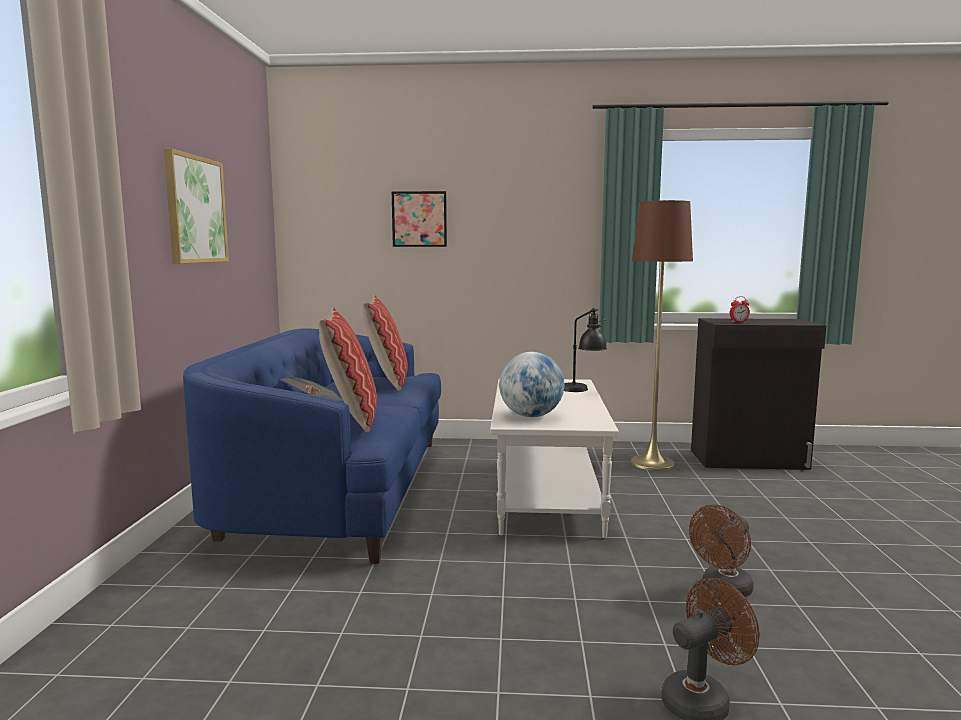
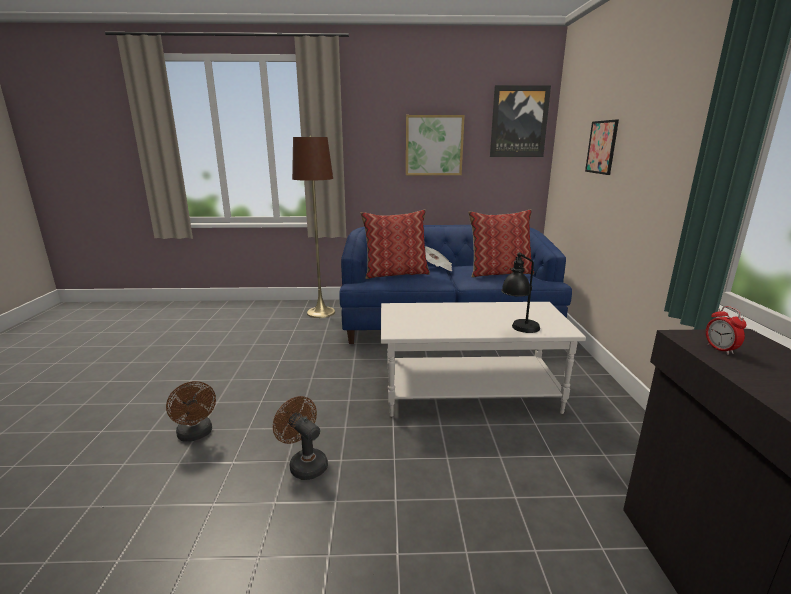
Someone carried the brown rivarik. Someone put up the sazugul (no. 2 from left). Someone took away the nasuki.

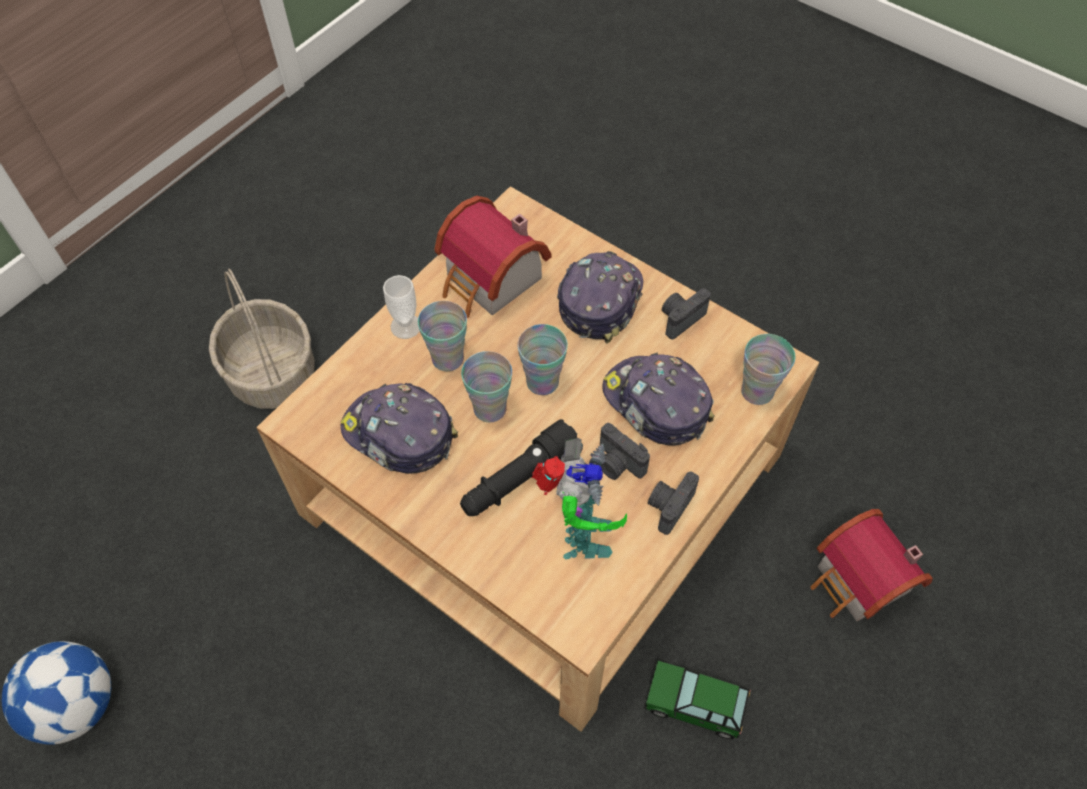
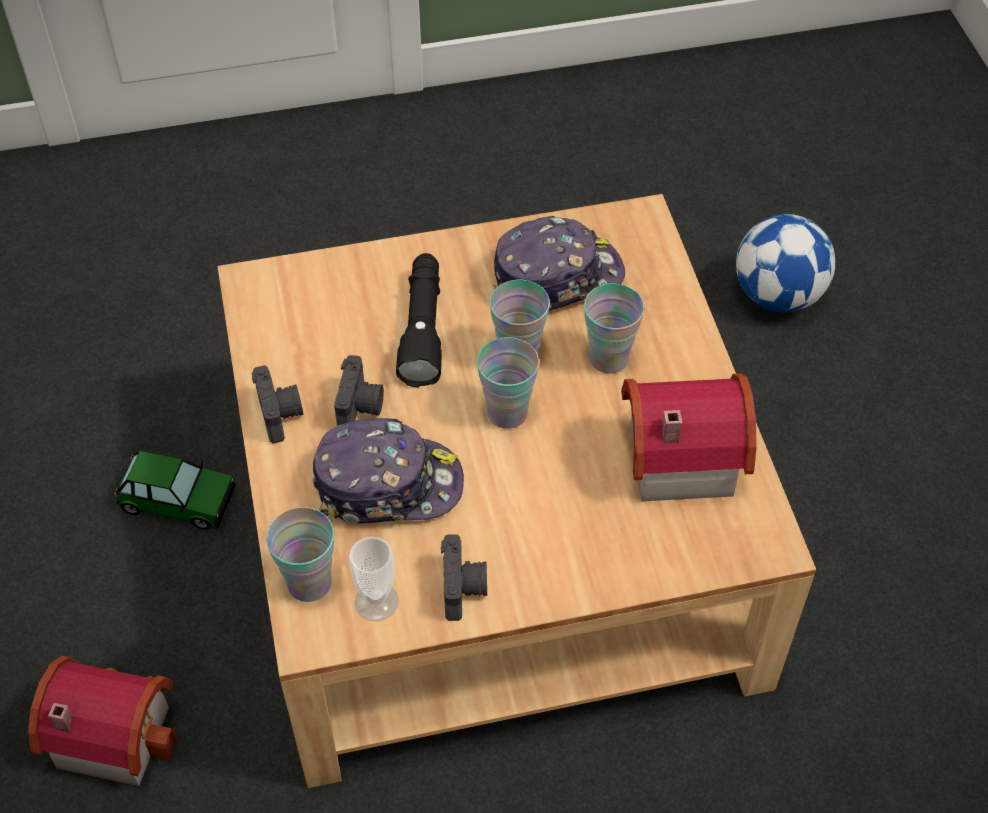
Someone rotated the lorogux by 45 degrees clockwise. Someone rotated the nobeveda (no. 1 from left in the first image) by 105 degrees clockwise. Someone carried the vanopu (no. 1 from left in the first image). Someone carried the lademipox. Someone took away the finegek. Someone took away the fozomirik. Someone took away the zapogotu (no. 2 from left).

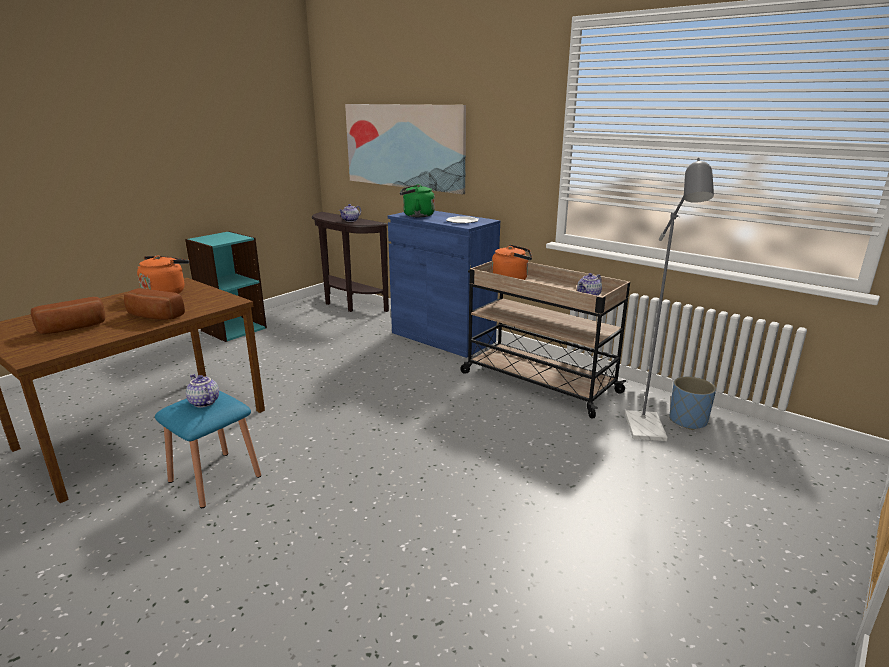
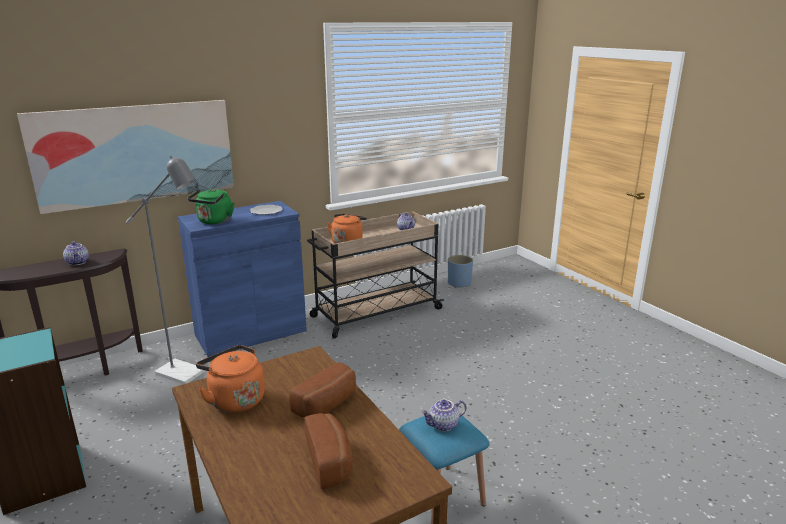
Someone carried the grey rivarik.

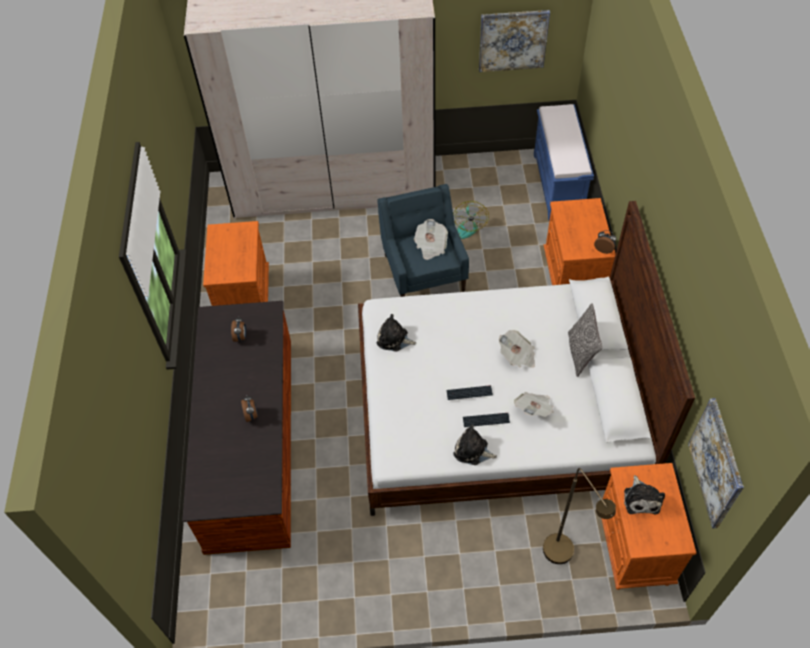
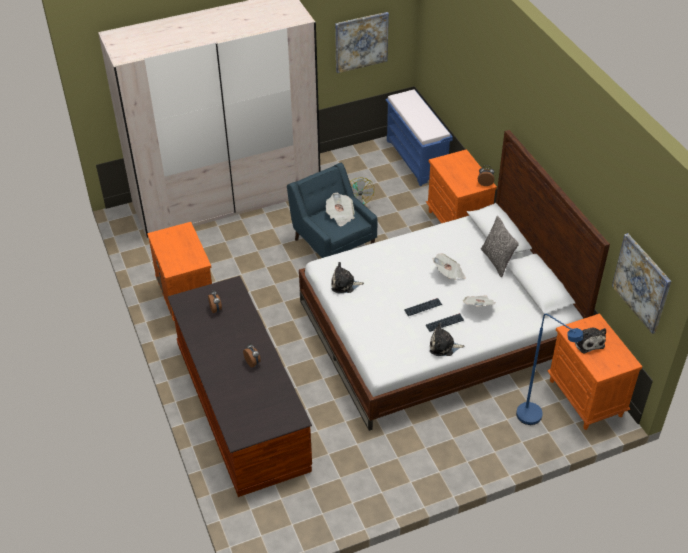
Someone repainted the brown rivarik, which became the blue rivarik.

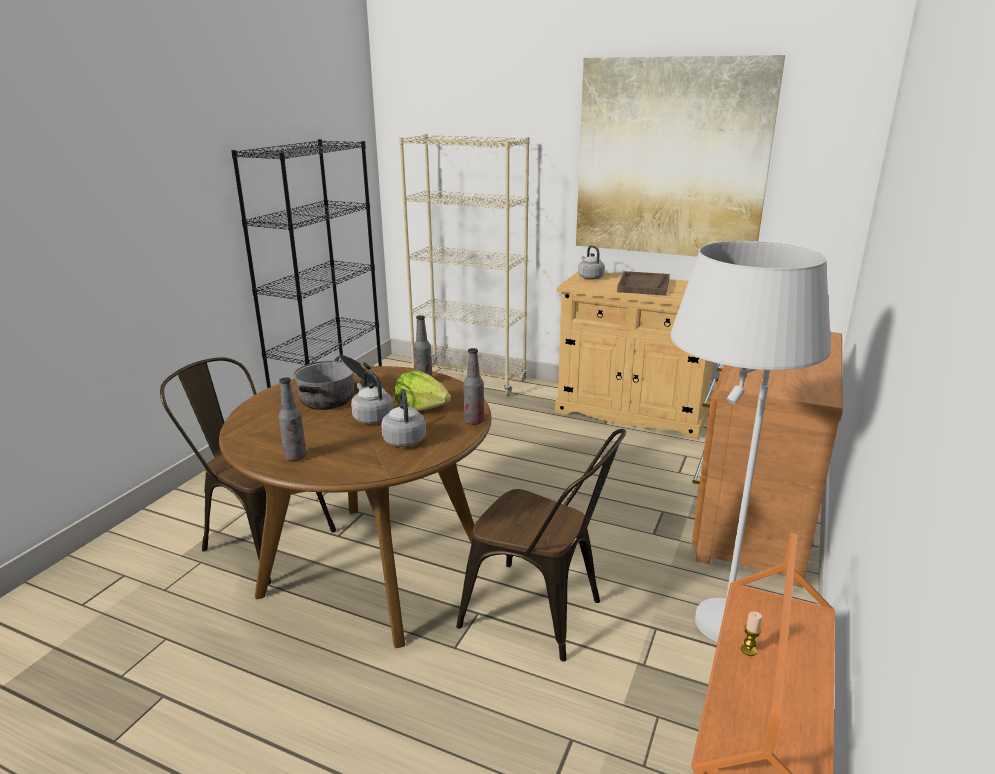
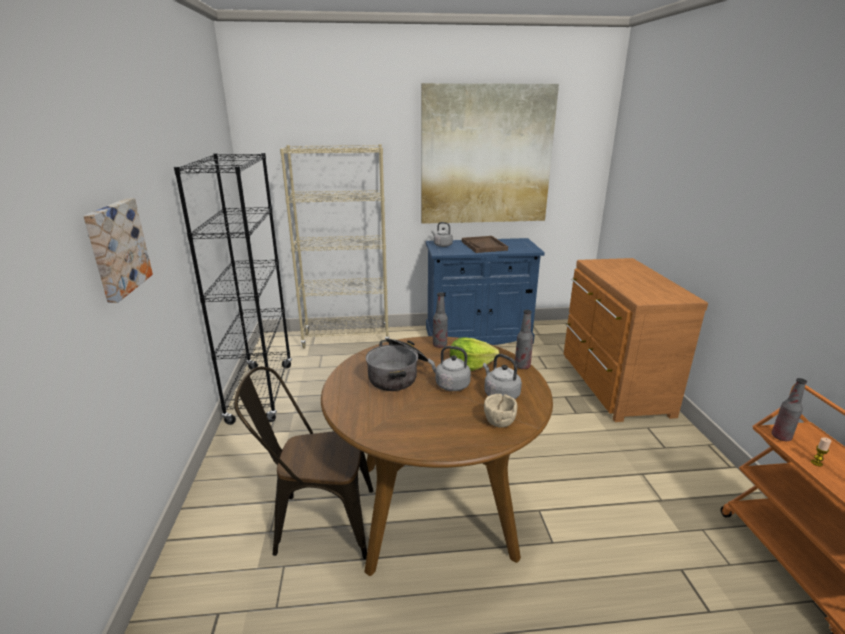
Someone put up the sazugul (no. 1 from left). Someone repainted the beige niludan, which became the blue niludan. Someone put down the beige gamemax. Someone carried the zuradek (no. 1 from left in the first image). Someone took away the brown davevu (no. 2 from left). Someone took away the white rivarik.

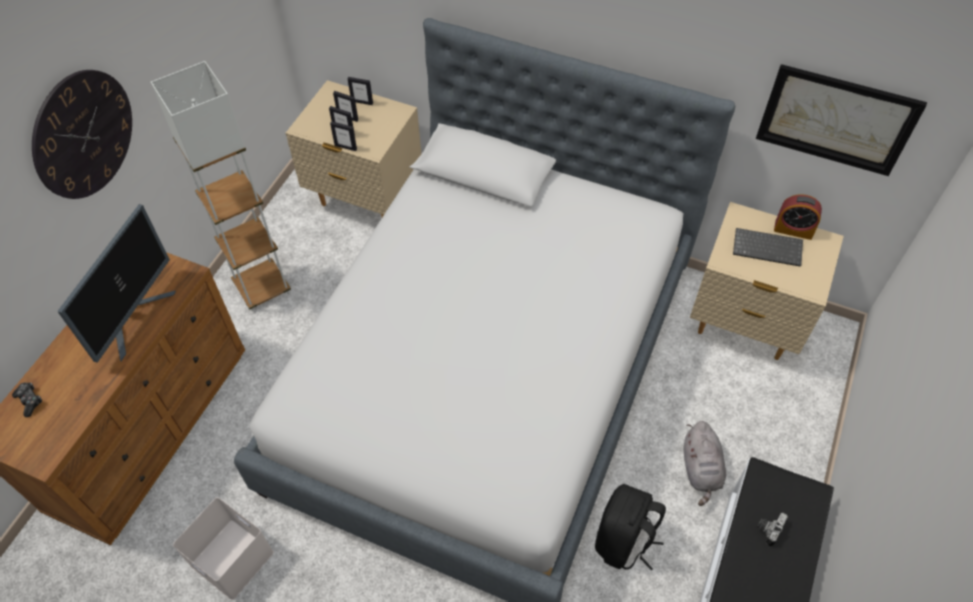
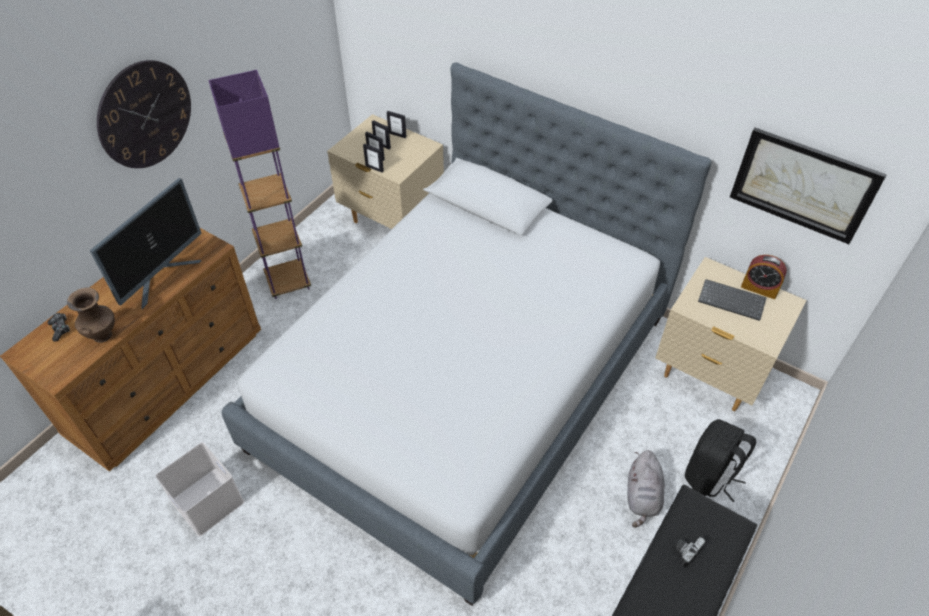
Someone put down the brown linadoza. Someone repainted the white rivarik, which became the purple rivarik. Someone carried the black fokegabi.

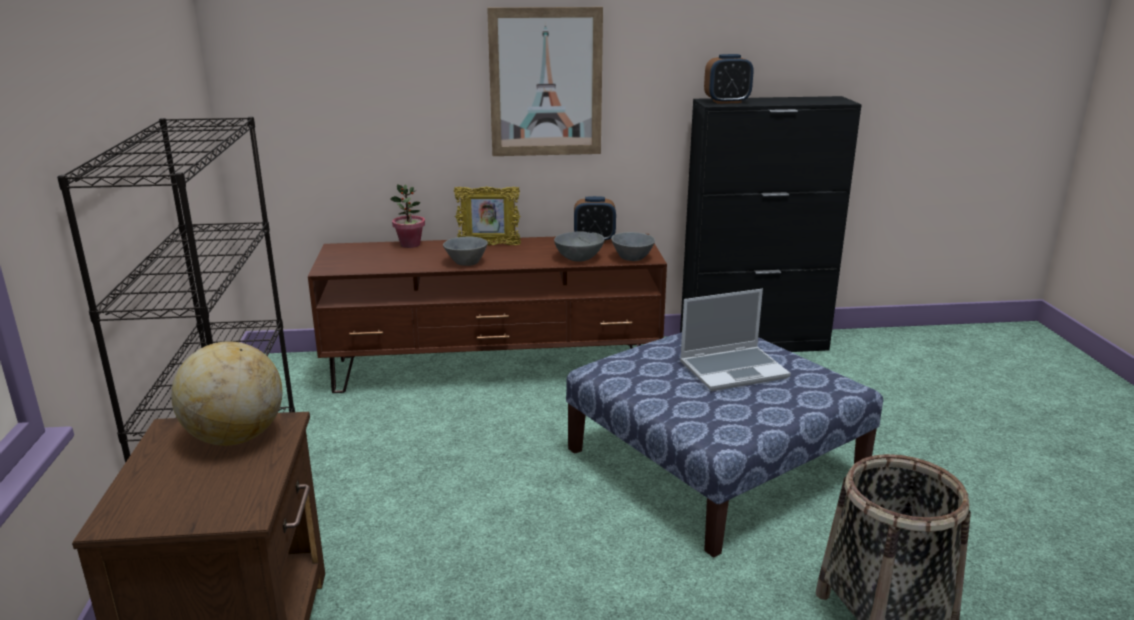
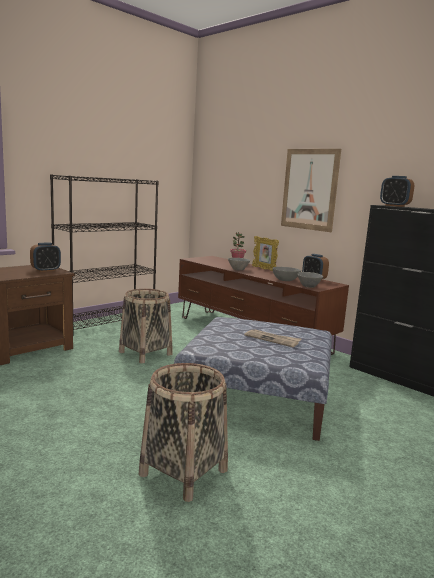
Someone swapped the nasuki for the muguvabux (no. 1 from left). Someone put down the finegek (no. 1 from left). Someone swapped the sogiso for the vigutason.

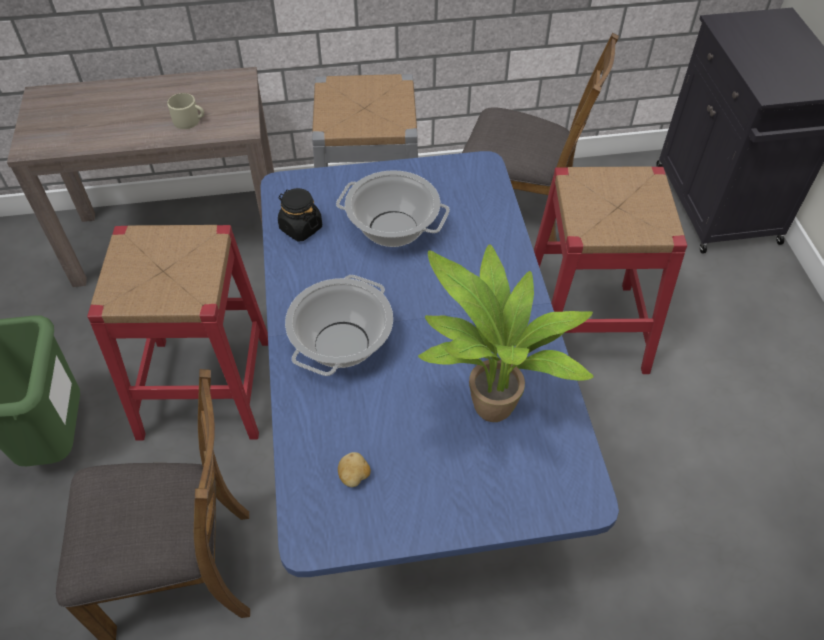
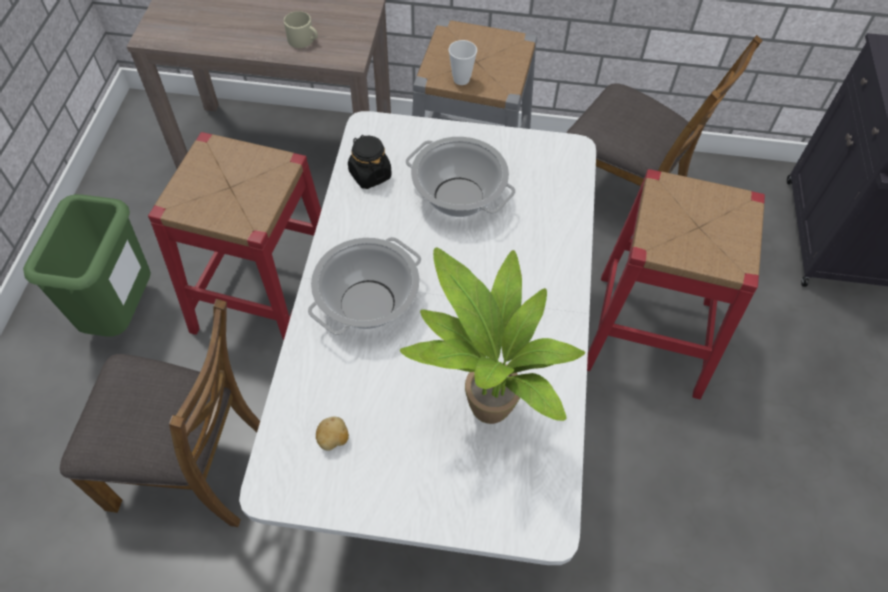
Someone repainted the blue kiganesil, which became the white kiganesil. Someone put down the vanopu.

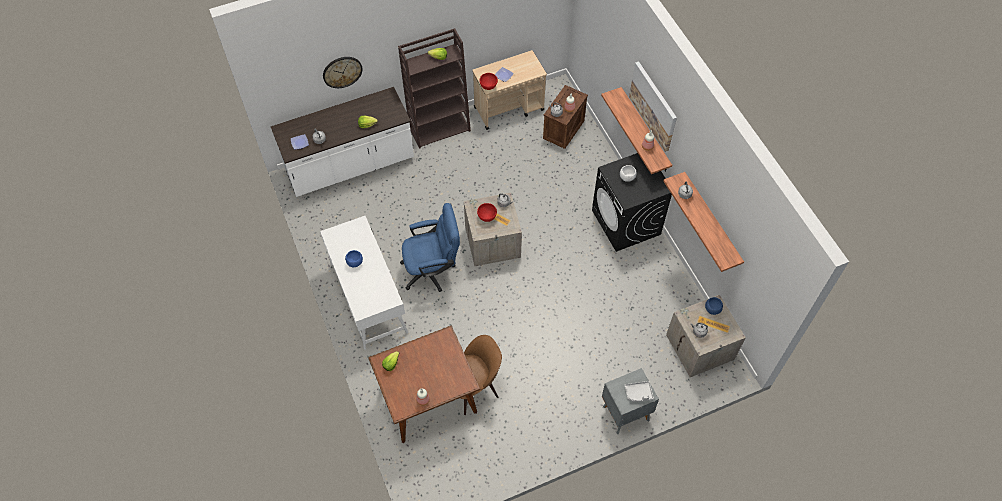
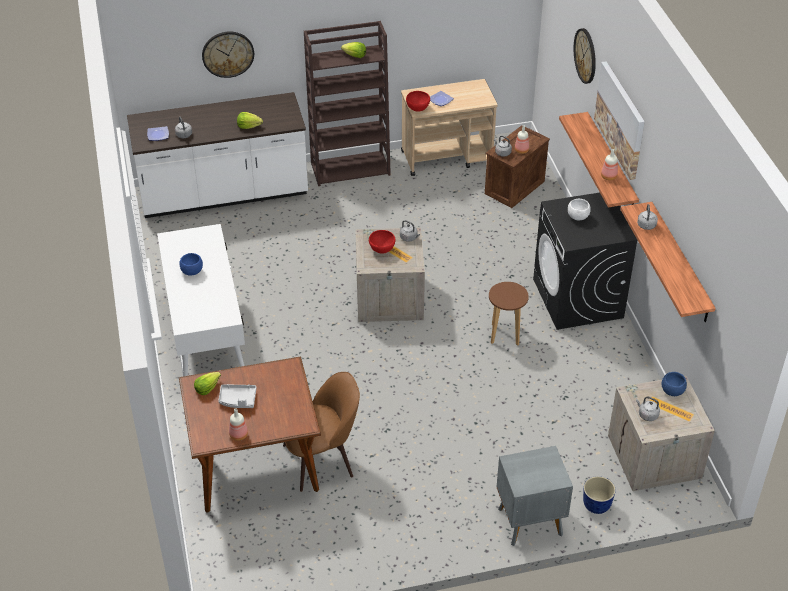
Someone carried the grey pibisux. Someone put down the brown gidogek. Someone put up the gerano (no. 2 from left). Someone put down the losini. Someone took away the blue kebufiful.

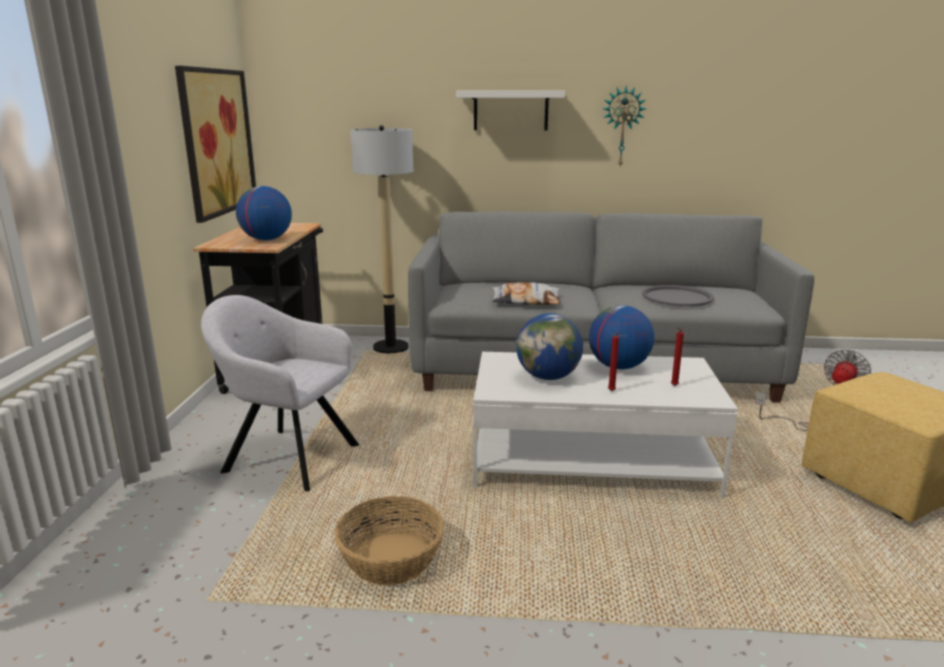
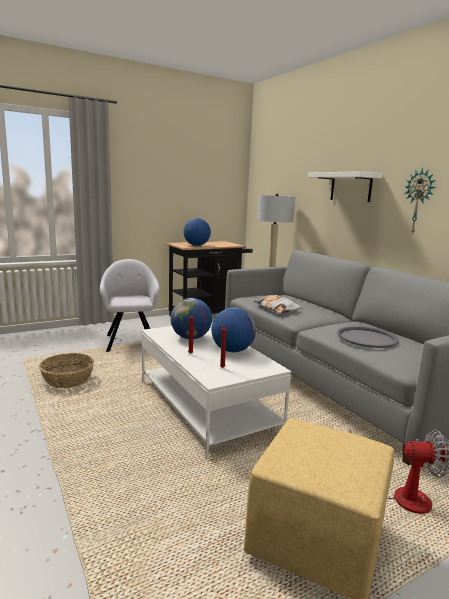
Someone took away the sazugul.

